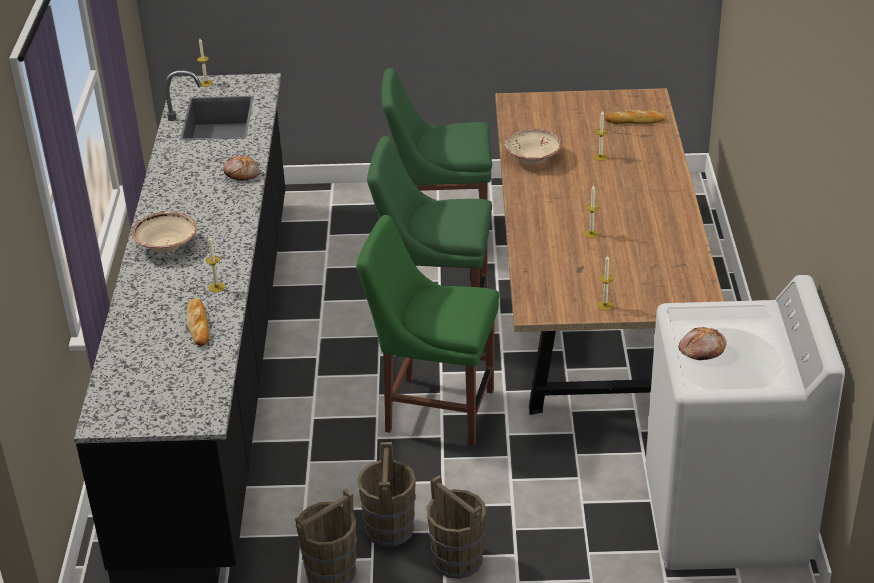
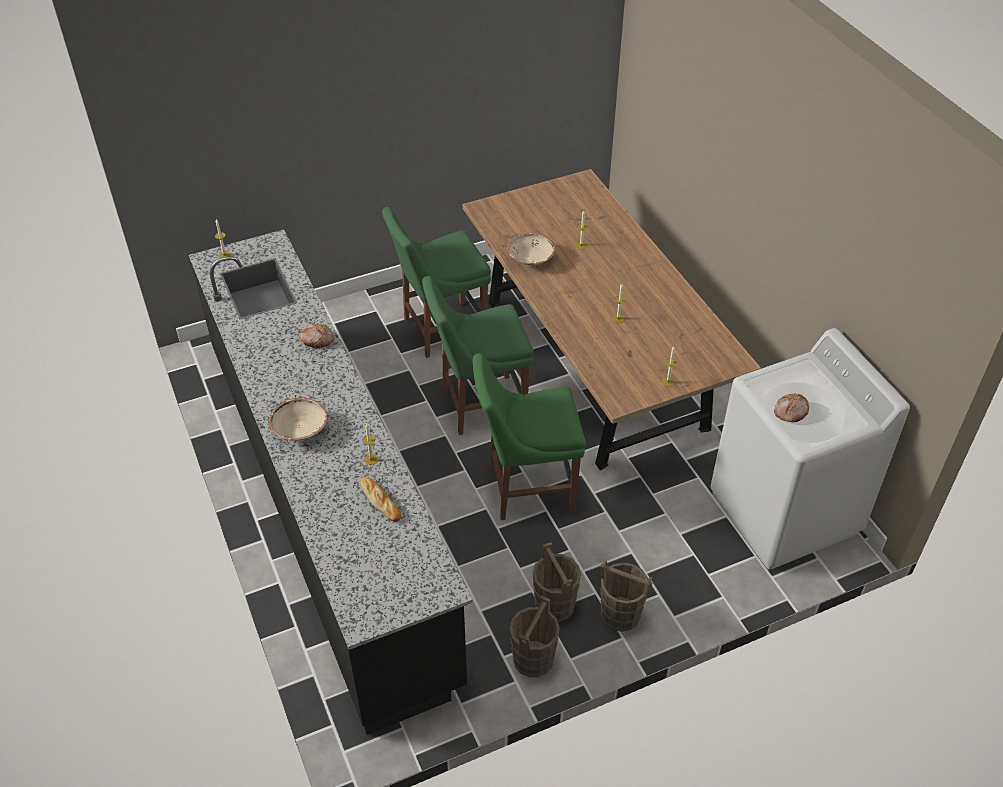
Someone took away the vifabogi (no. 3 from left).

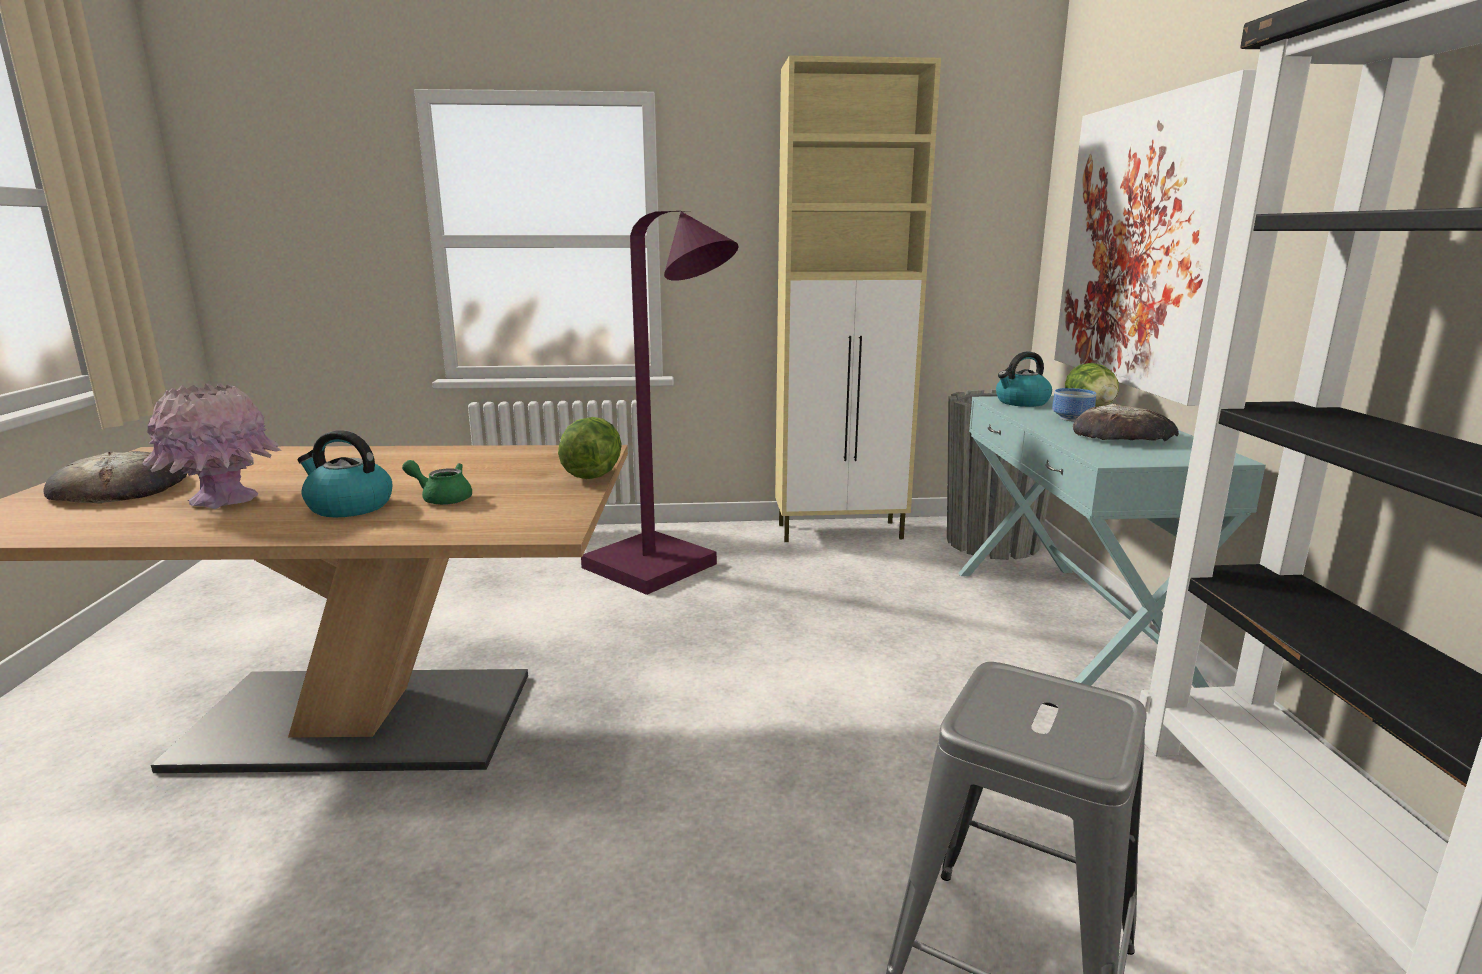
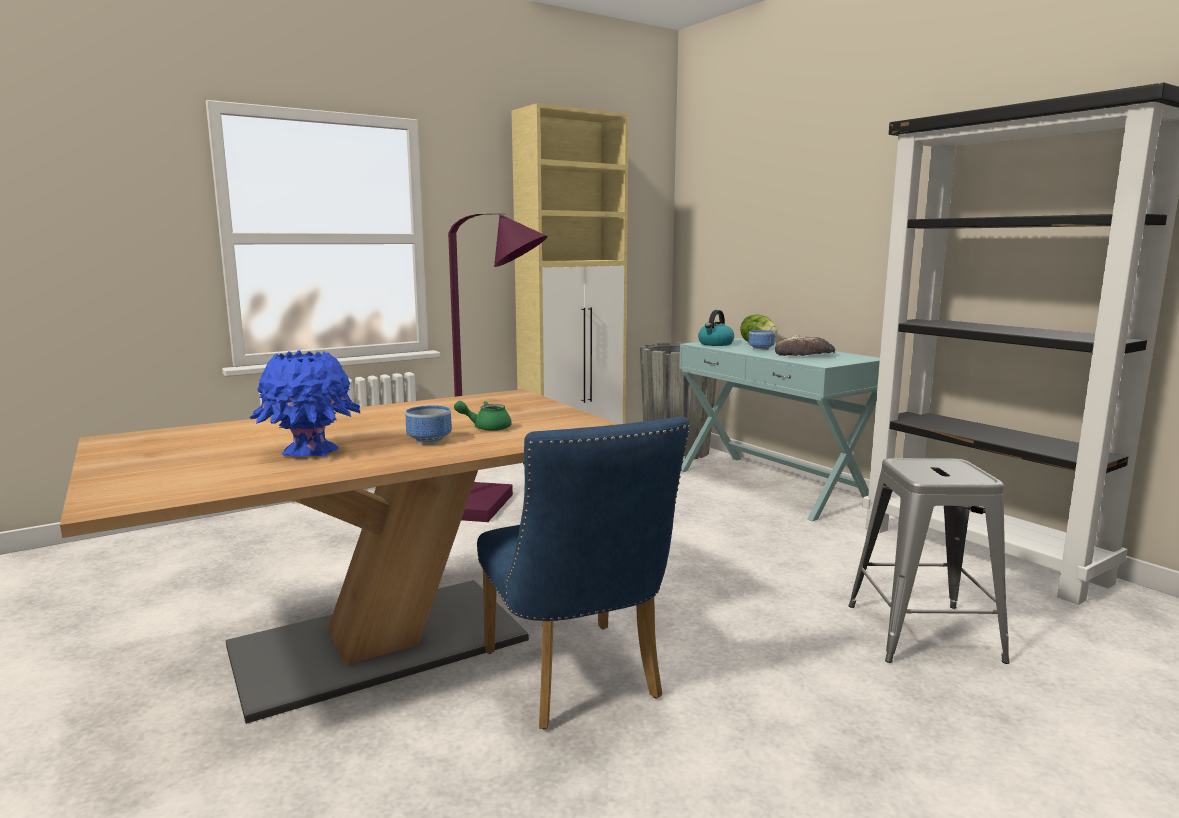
Someone repainted the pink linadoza, which became the blue linadoza. Someone swapped the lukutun (no. 1 from left) for the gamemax (no. 1 from left). Someone put down the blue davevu. Someone took away the vifabogi (no. 1 from left). Someone took away the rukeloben (no. 1 from left). Someone took away the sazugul.

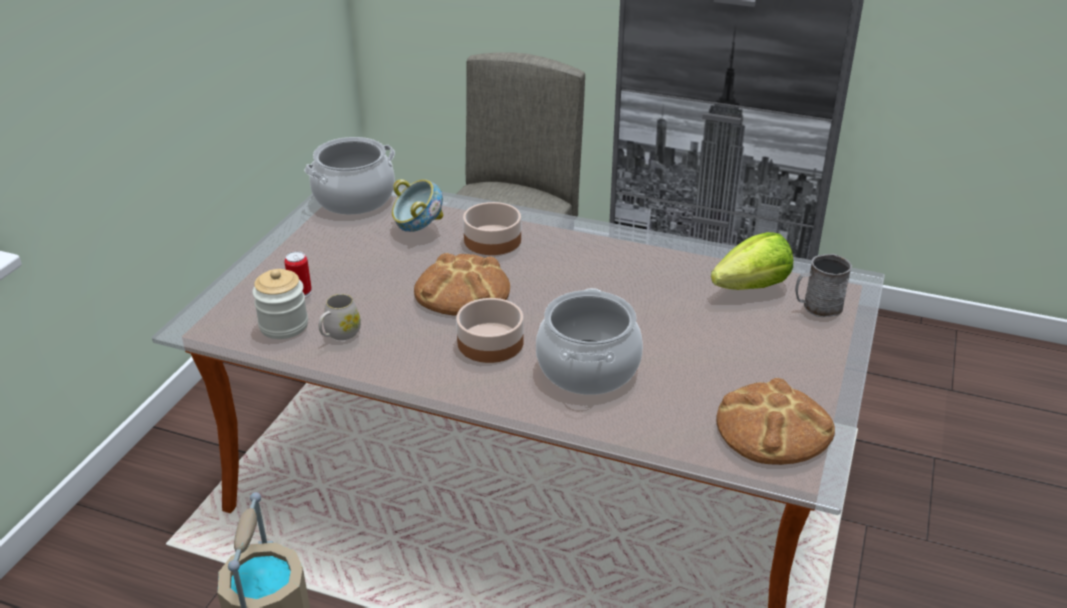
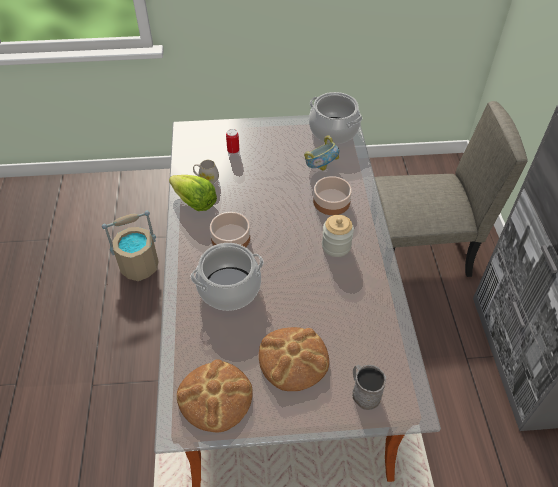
Someone carried the rukeloben. Someone carried the vifabogi (no. 1 from left in the first image). Someone carried the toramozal.

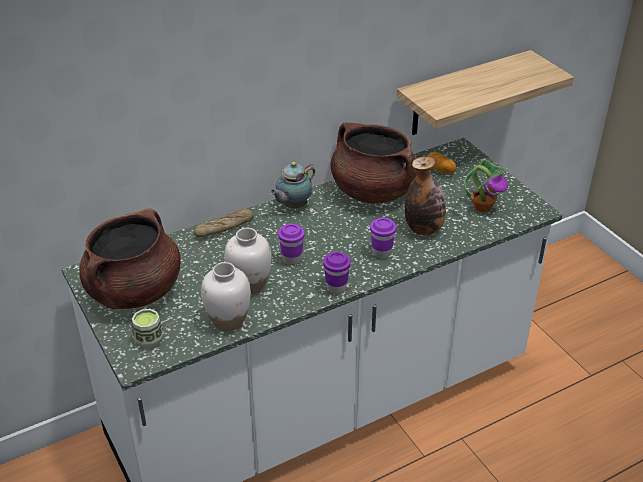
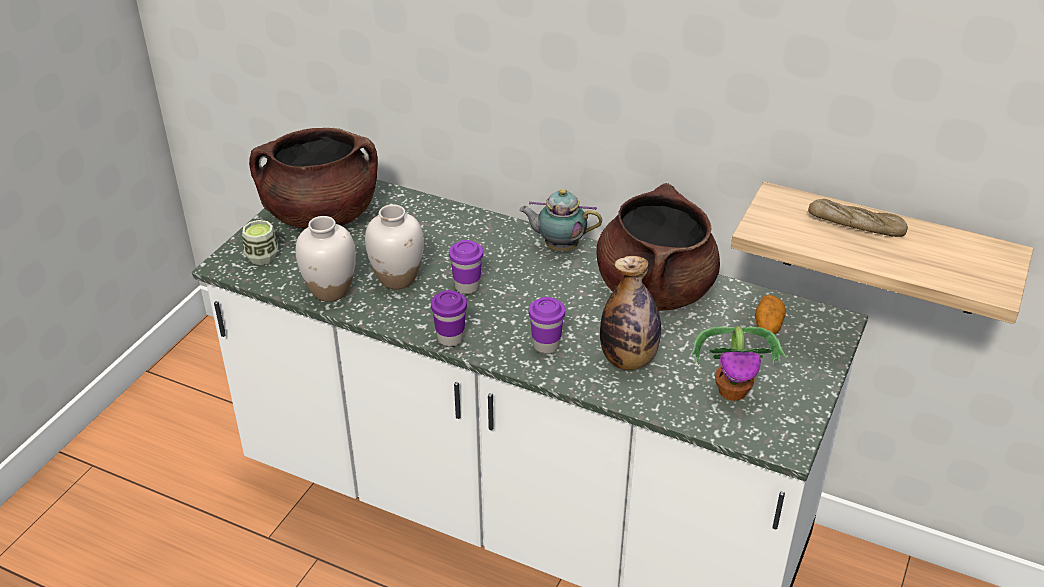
Someone carried the vifabogi.

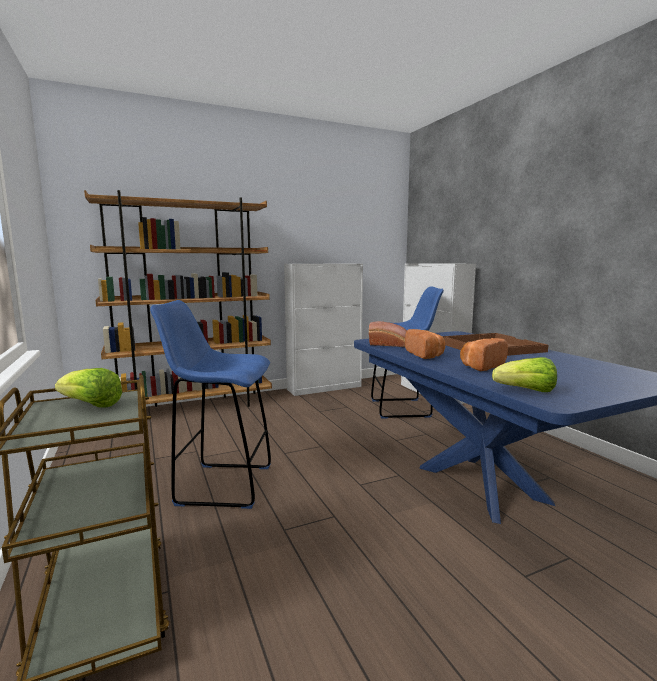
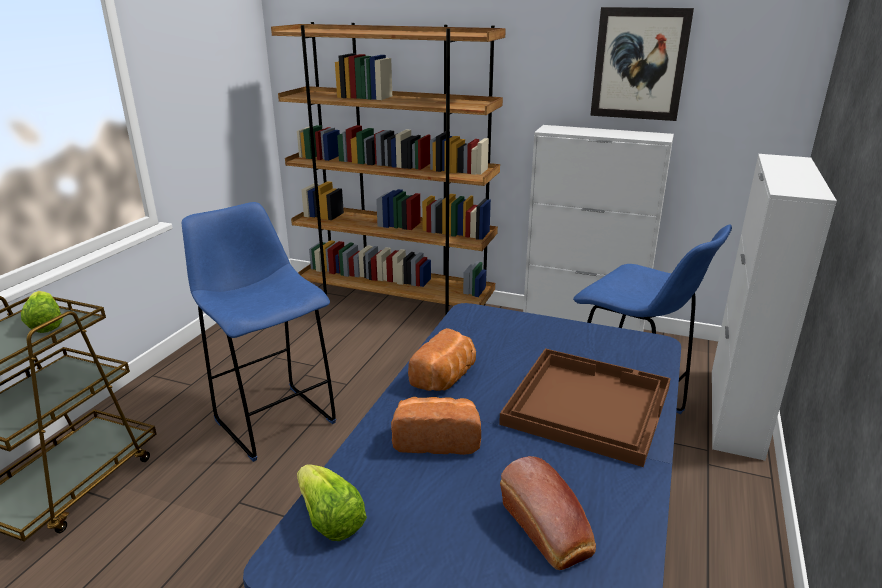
Someone carried the vifabogi (no. 1 from left in the first image). Someone put up the sazugul.

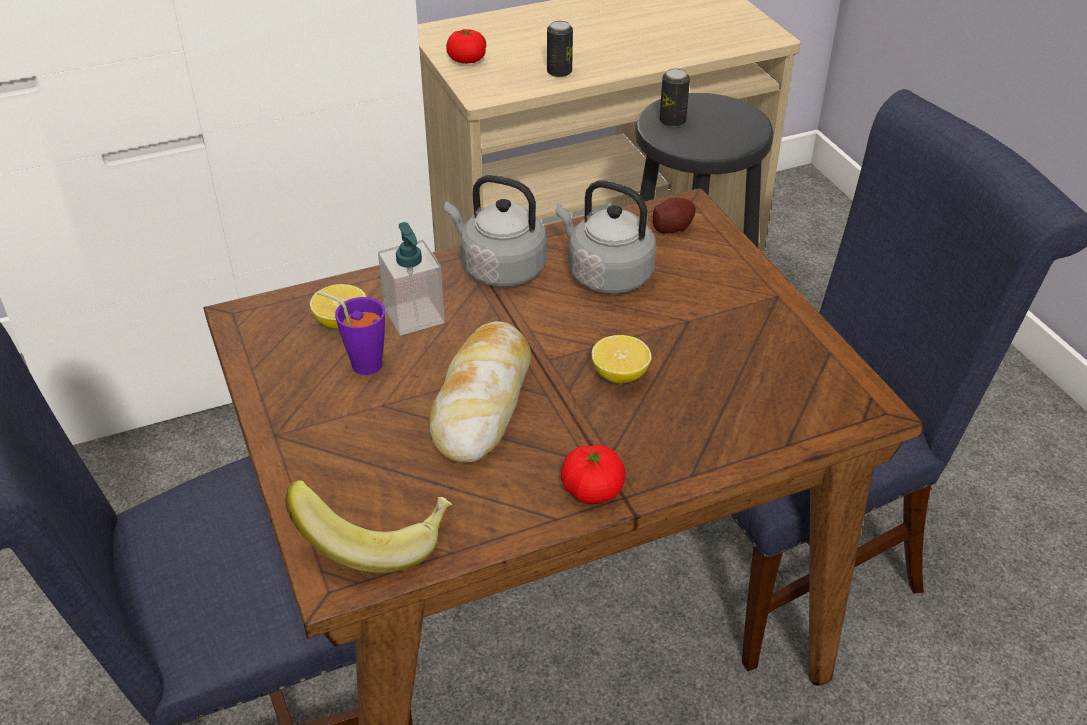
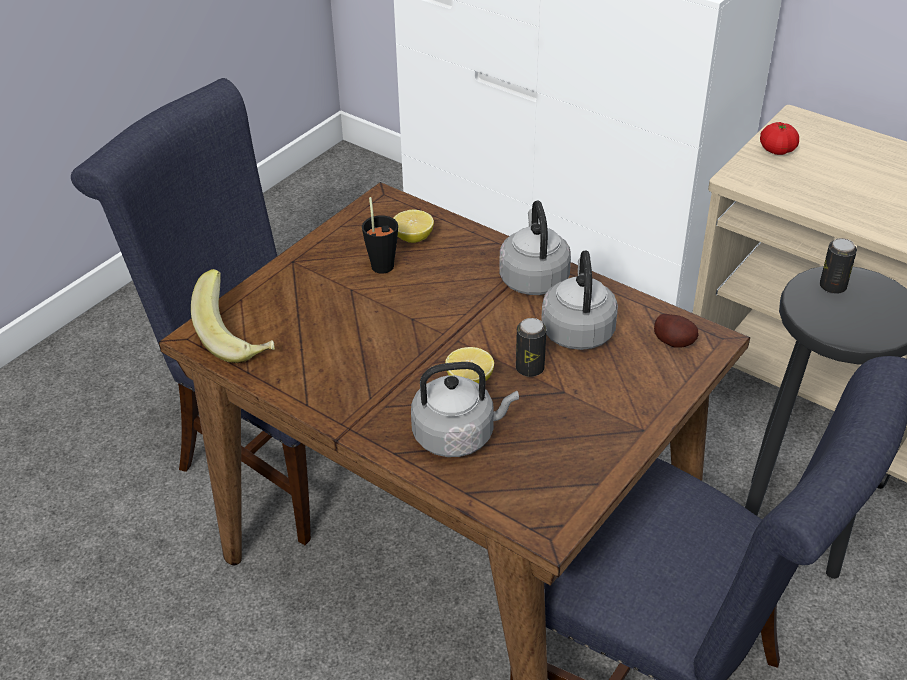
Someone repainted the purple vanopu, which became the black vanopu. Someone put down the grey lukutun (no. 1 from left). Someone carried the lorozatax (no. 1 from left). Someone took away the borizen. Someone took away the vifabogi. Someone took away the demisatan (no. 2 from left).

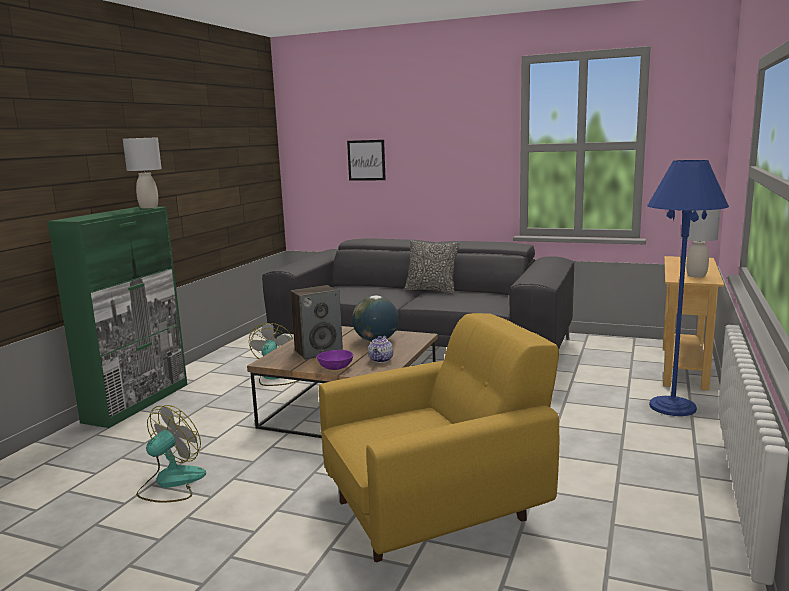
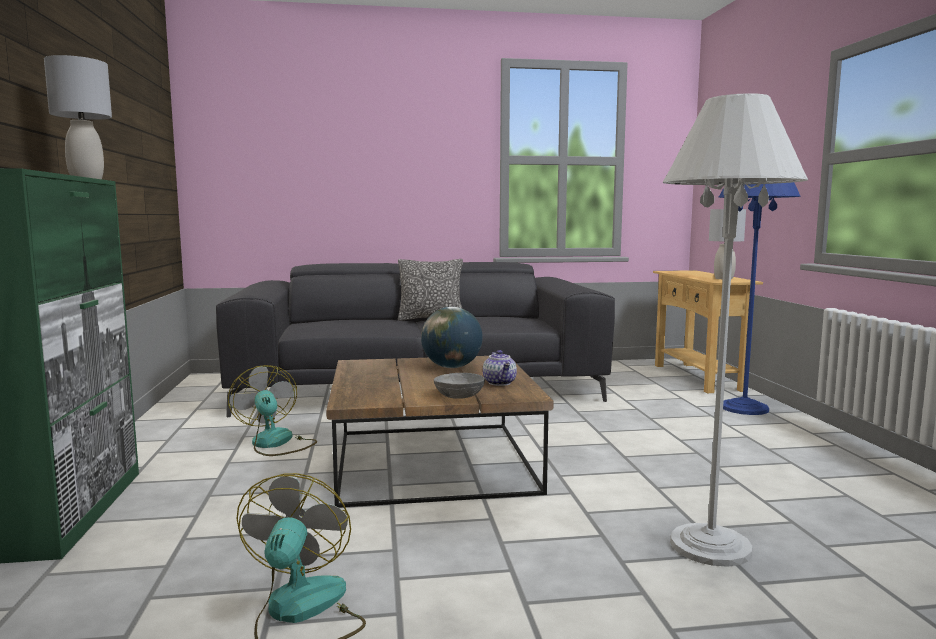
Someone repainted the purple gamemax, which became the grey gamemax. Someone swapped the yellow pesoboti for the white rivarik. Someone took away the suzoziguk. Someone took away the sazugul.

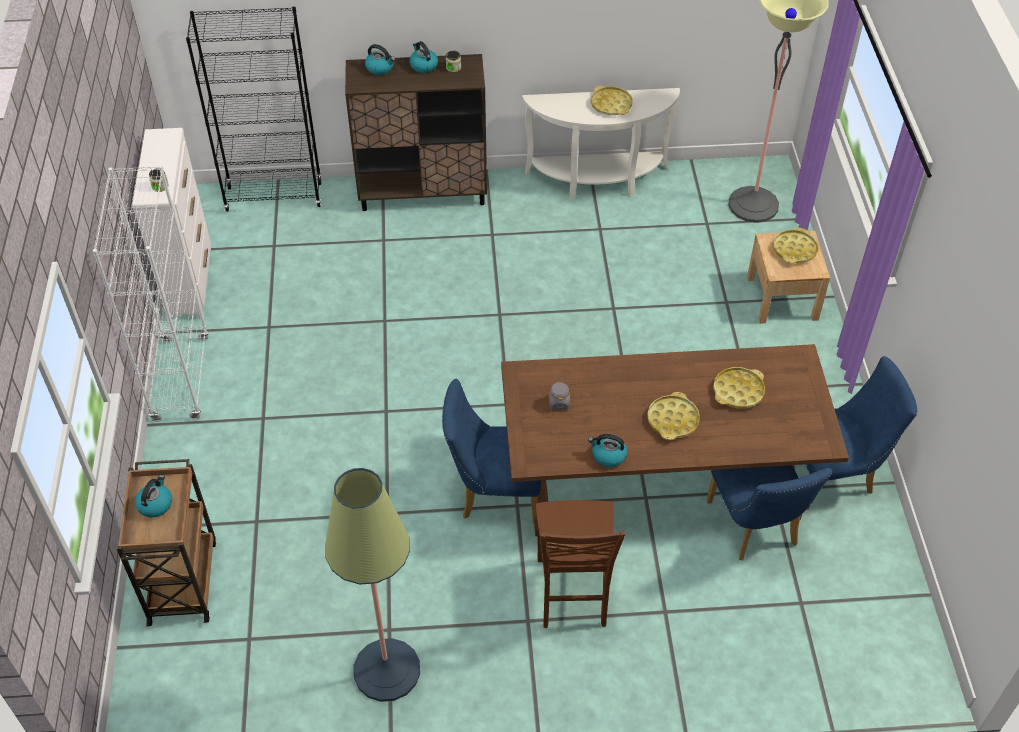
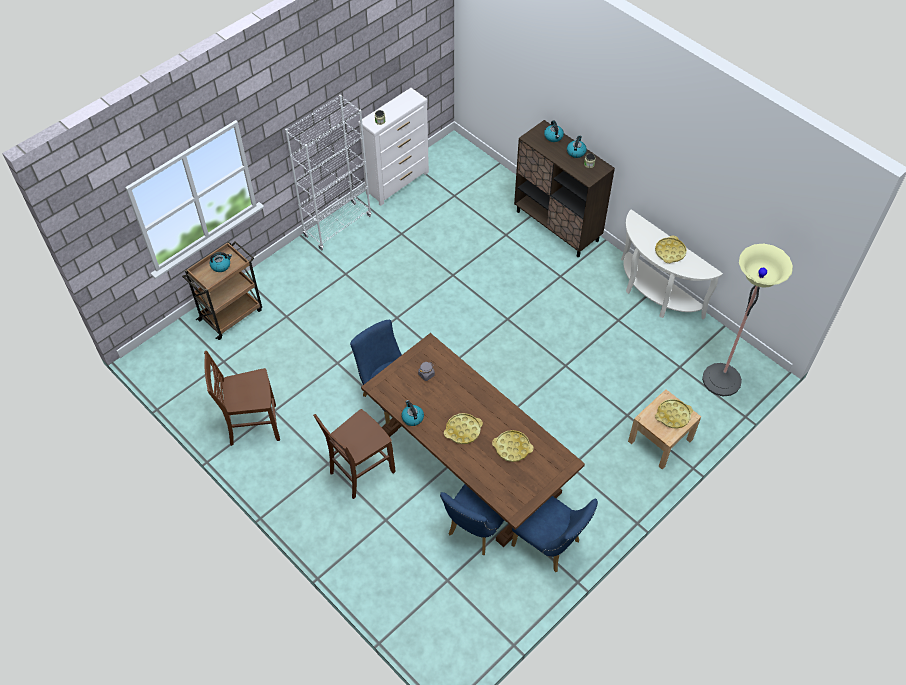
Someone swapped the rivarik (no. 1 from left) for the brown davevu (no. 1 from left). Someone took away the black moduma.

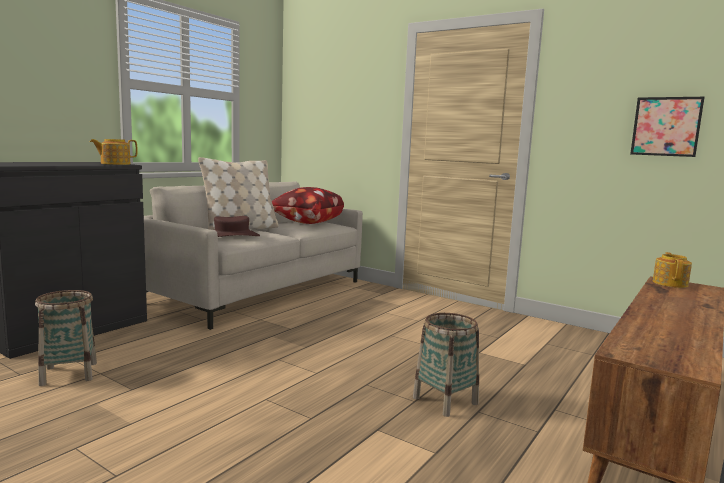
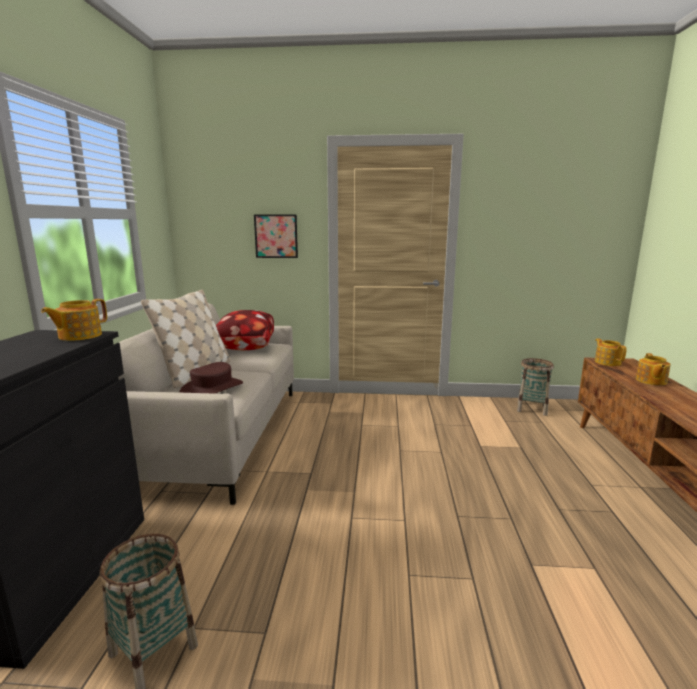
Someone carried the sazugul. Someone carried the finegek (no. 2 from left). Someone put down the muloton (no. 3 from left).

